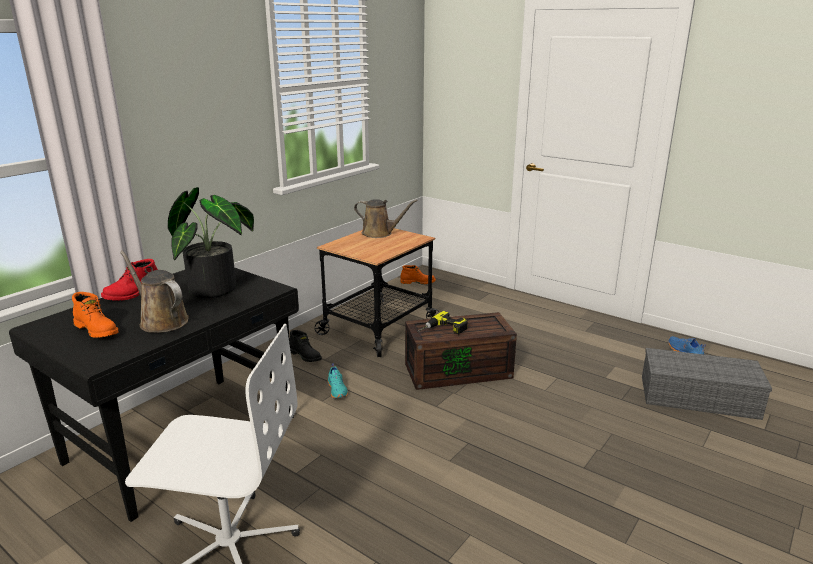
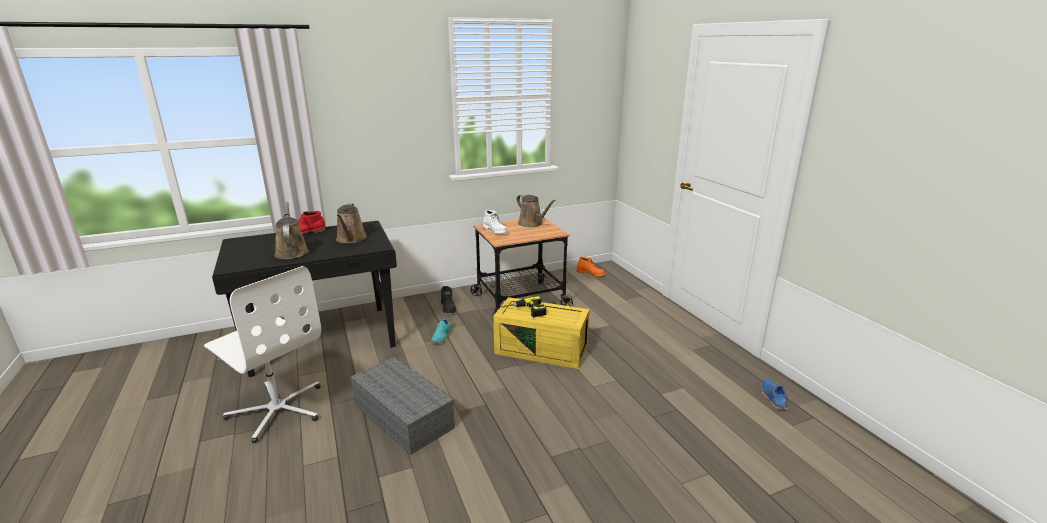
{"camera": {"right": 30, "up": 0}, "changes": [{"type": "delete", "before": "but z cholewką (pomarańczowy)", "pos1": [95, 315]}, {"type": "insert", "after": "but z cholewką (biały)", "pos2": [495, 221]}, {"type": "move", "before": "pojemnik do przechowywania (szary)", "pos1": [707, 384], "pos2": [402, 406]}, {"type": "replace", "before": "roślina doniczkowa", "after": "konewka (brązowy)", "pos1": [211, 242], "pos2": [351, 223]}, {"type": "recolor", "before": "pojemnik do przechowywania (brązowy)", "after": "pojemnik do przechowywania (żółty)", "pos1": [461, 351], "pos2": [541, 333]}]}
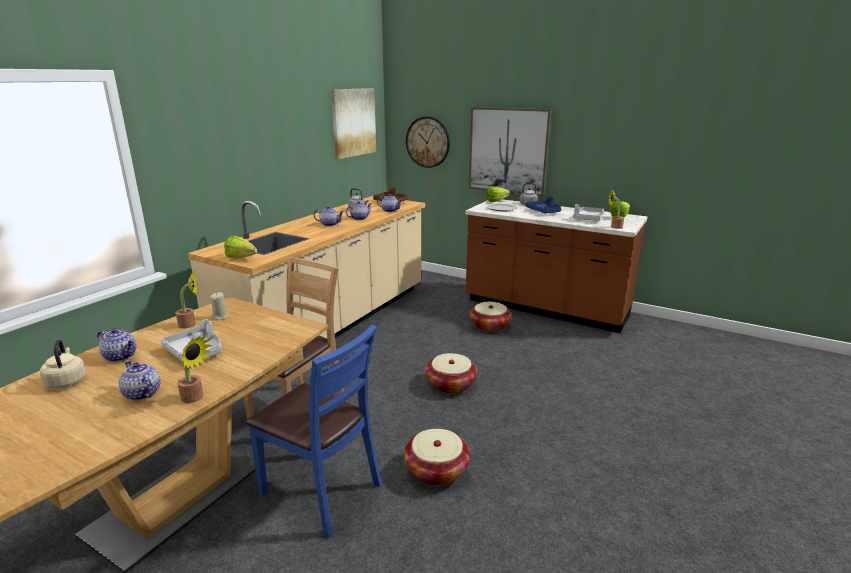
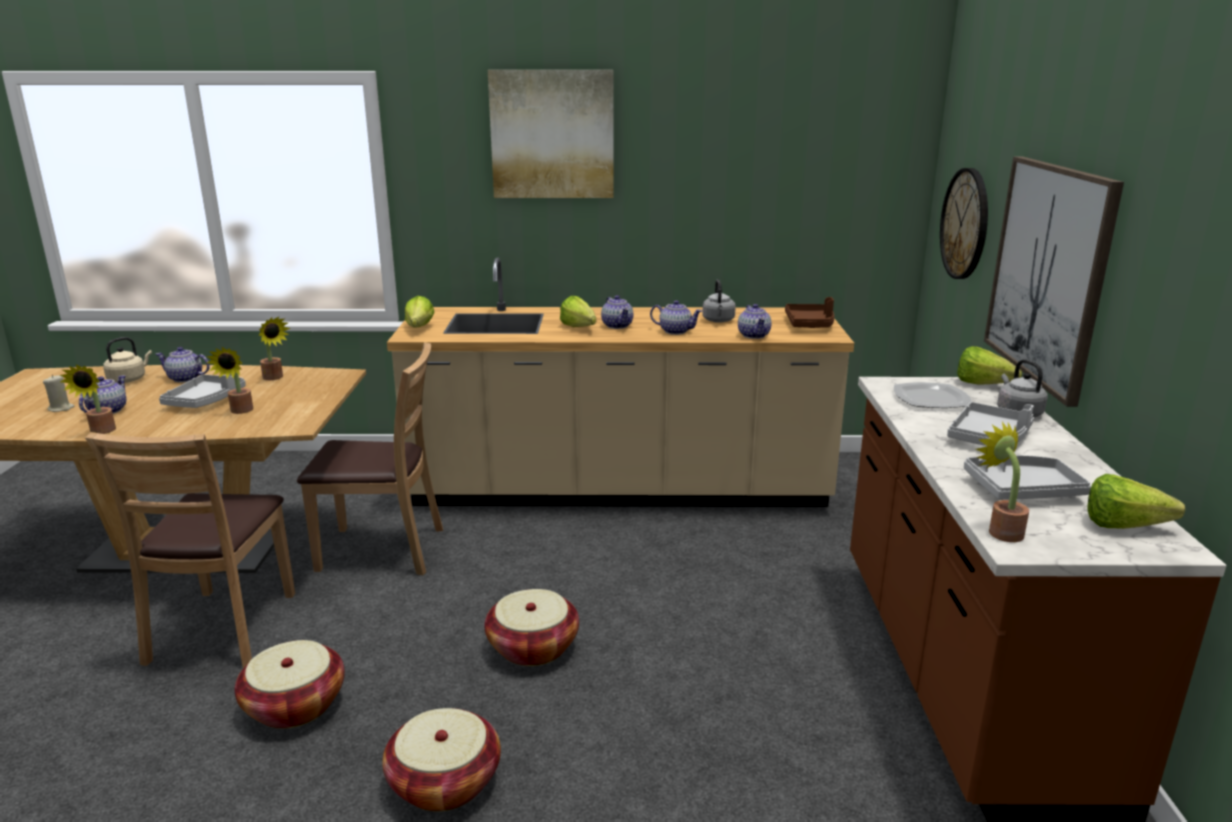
{"camera": {"right": 60, "up": 0}, "changes": [{"type": "insert", "after": "roślina doniczkowa", "pos2": [230, 380]}, {"type": "insert", "after": "sałata", "pos2": [578, 311]}, {"type": "move", "before": "świeca (beżowy)", "pos1": [219, 306], "pos2": [58, 393]}, {"type": "move", "before": "obraz", "pos1": [353, 123], "pos2": [551, 134]}, {"type": "move", "before": "koszyk", "pos1": [491, 317], "pos2": [441, 760]}, {"type": "recolor", "before": "krzesło (niebieski)", "after": "krzesło (brązowy)", "pos1": [314, 431], "pos2": [190, 550]}, {"type": "recolor", "before": "taca (niebieski)", "after": "taca (szary)", "pos1": [543, 204], "pos2": [990, 424]}, {"type": "rotate", "before": "imbryk", "pos1": [117, 345], "pos2": [182, 364], "turn": 105}]}
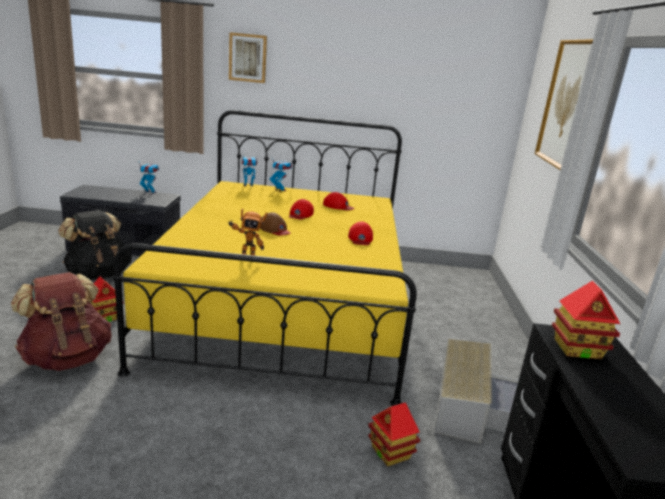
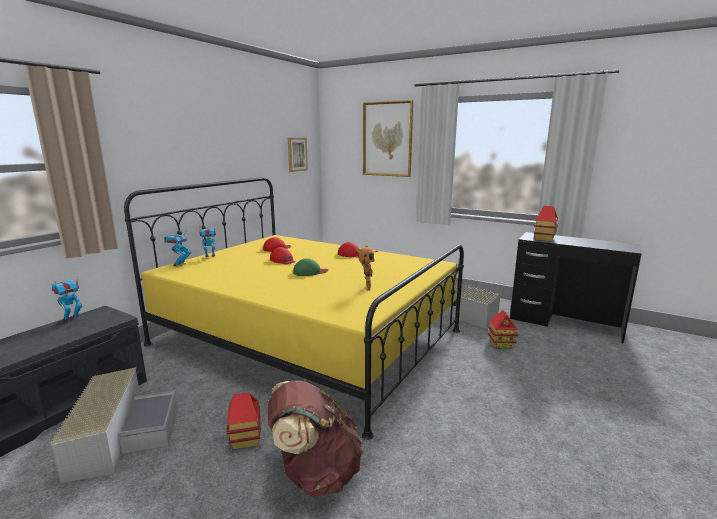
{"camera": {"right": -60, "up": -5}, "changes": [{"type": "move", "before": "obraz", "pos1": [248, 57], "pos2": [298, 155]}, {"type": "replace", "before": "plecak (czarny)", "after": "pojemnik do przechowywania (szary)", "pos1": [95, 245], "pos2": [113, 425]}, {"type": "recolor", "before": "czapka z daszkiem (brązowy)", "after": "czapka z daszkiem (zielony)", "pos1": [275, 224], "pos2": [310, 267]}]}
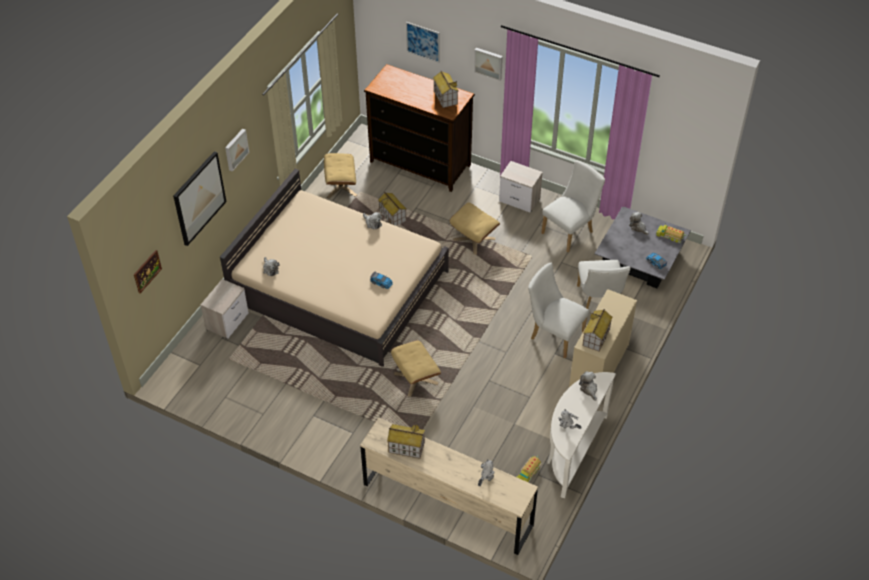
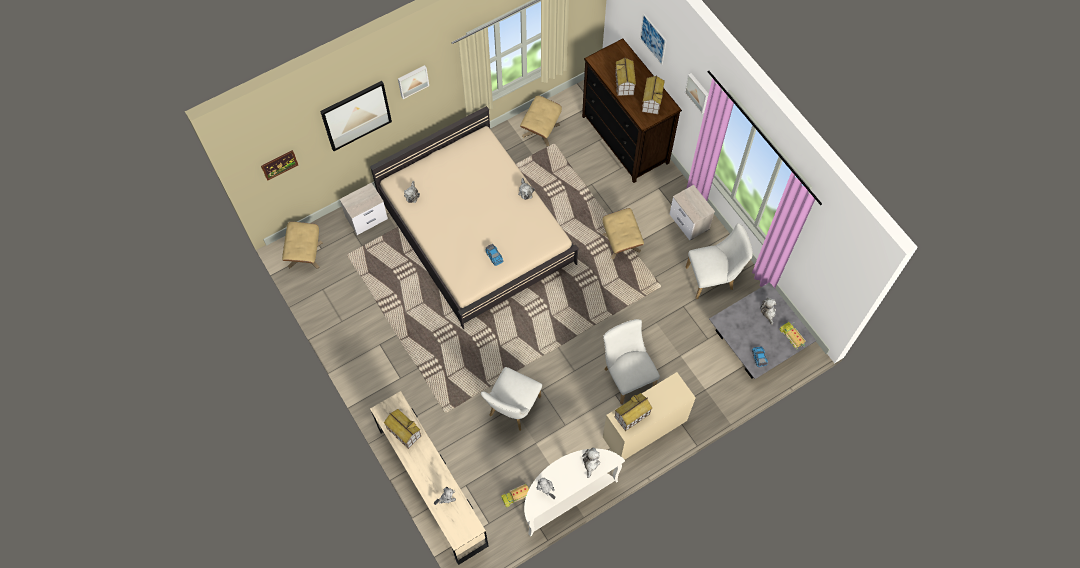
{"camera": {"right": 30, "up": 15}, "changes": [{"type": "move", "before": "domek", "pos1": [392, 209], "pos2": [625, 76]}, {"type": "move", "before": "pufa (beżowy)", "pos1": [416, 368], "pos2": [302, 245]}, {"type": "move", "before": "krzesło (biały)", "pos1": [604, 284], "pos2": [511, 399]}]}
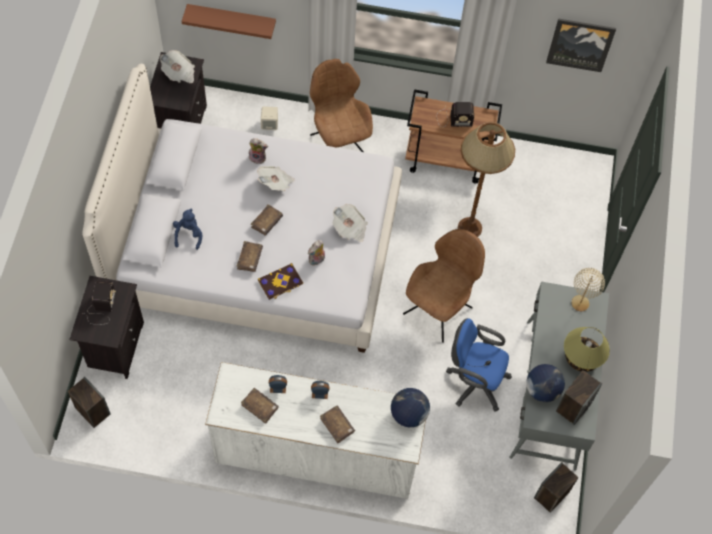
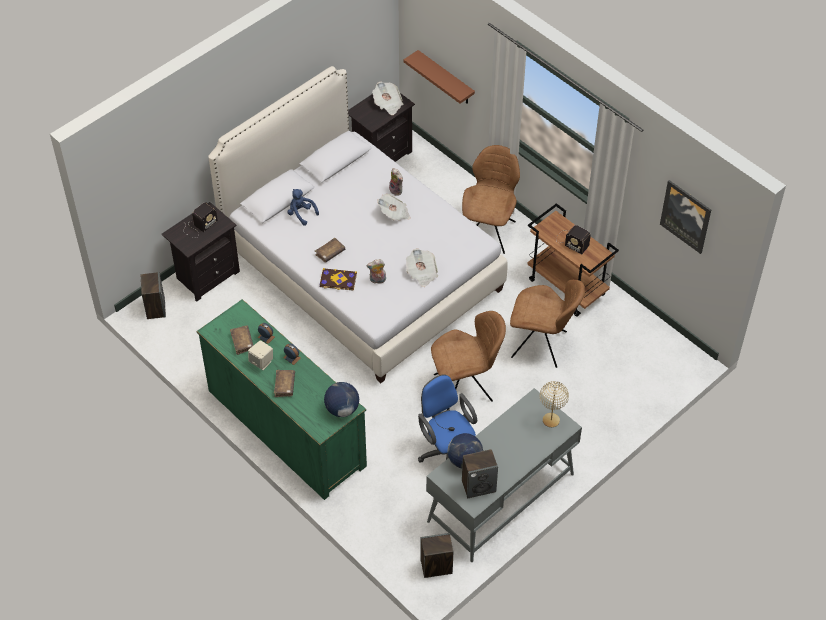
{"camera": {"right": 40, "up": -10}, "changes": [{"type": "delete", "before": "książka (brązowy)", "pos1": [266, 220]}, {"type": "delete", "before": "lampa stołowa", "pos1": [587, 349]}, {"type": "move", "before": "głośnik (beżowy)", "pos1": [269, 118], "pos2": [260, 355]}, {"type": "replace", "before": "lampa stojąca (brązowy)", "after": "krzesło (brązowy)", "pos1": [486, 179], "pos2": [547, 324]}, {"type": "recolor", "before": "komoda (biały)", "after": "komoda (zielony)", "pos1": [315, 430], "pos2": [281, 399]}, {"type": "rotate", "before": "pluszak (niebieski)", "pos1": [187, 229], "pos2": [303, 207], "turn": -90}]}
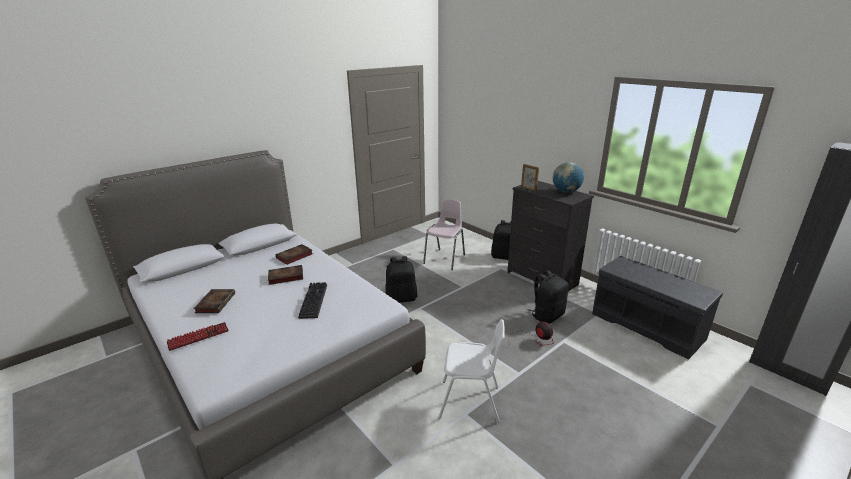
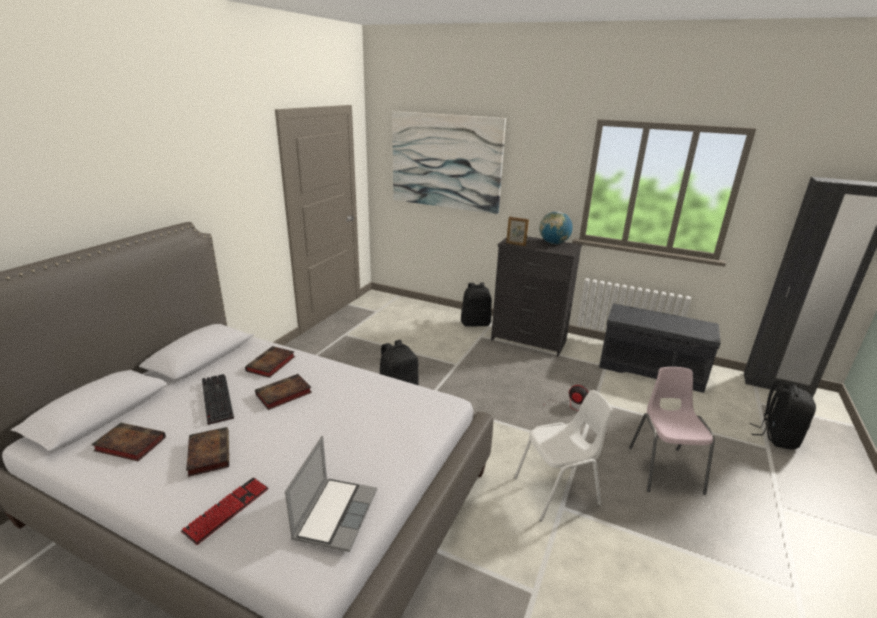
{"camera": {"right": -25, "up": 0}, "changes": [{"type": "insert", "after": "książka", "pos2": [128, 442]}, {"type": "insert", "after": "laptop", "pos2": [331, 494]}, {"type": "insert", "after": "obraz", "pos2": [449, 162]}, {"type": "move", "before": "klawiatura", "pos1": [312, 300], "pos2": [218, 399]}, {"type": "move", "before": "krzesło (różowy)", "pos1": [444, 234], "pos2": [672, 431]}, {"type": "move", "before": "plecak (czarny)", "pos1": [548, 296], "pos2": [783, 414]}]}
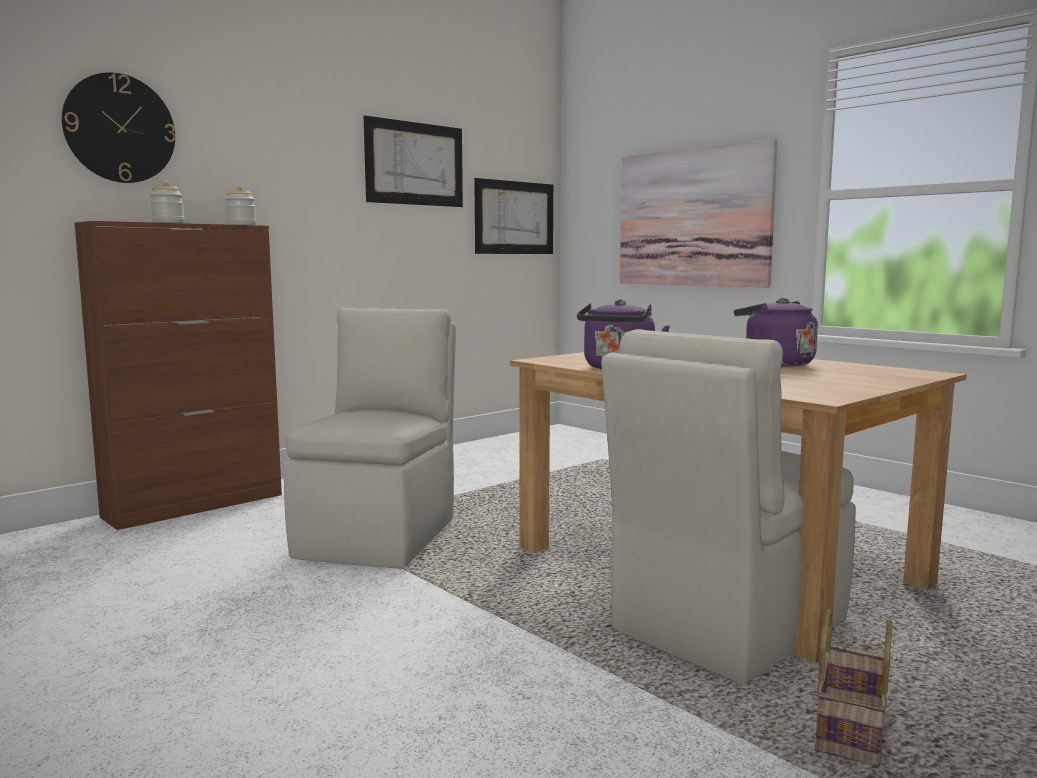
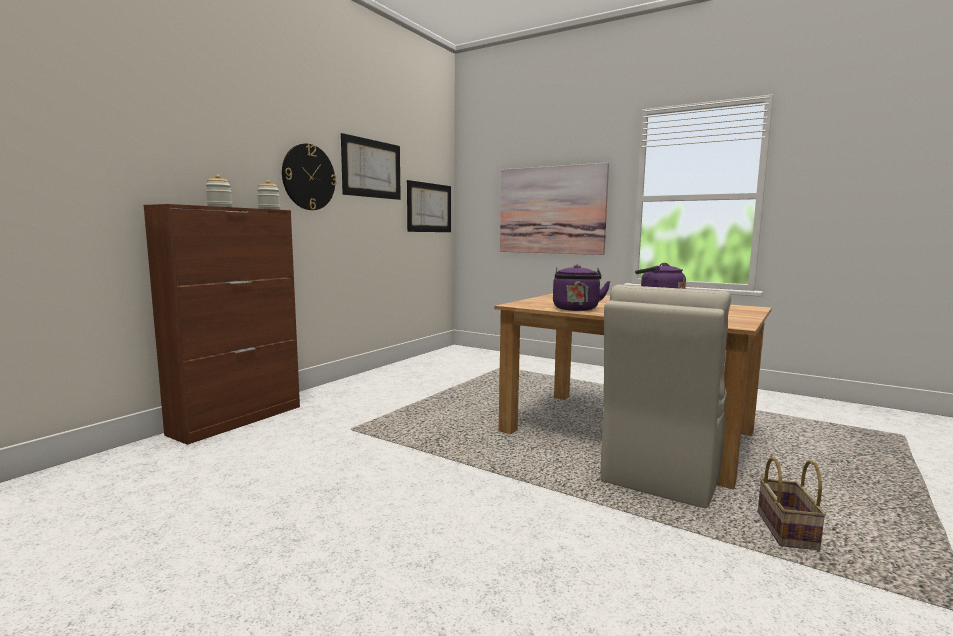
{"camera": {"right": -15, "up": 0}, "changes": [{"type": "delete", "before": "krzesło (beżowy)", "pos1": [370, 438]}, {"type": "move", "before": "zegar ścienny", "pos1": [119, 127], "pos2": [309, 177]}]}
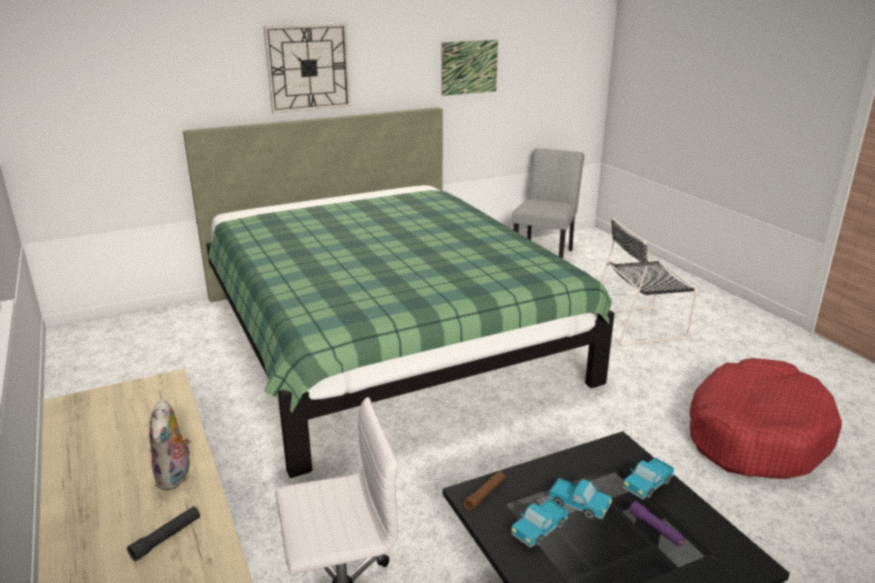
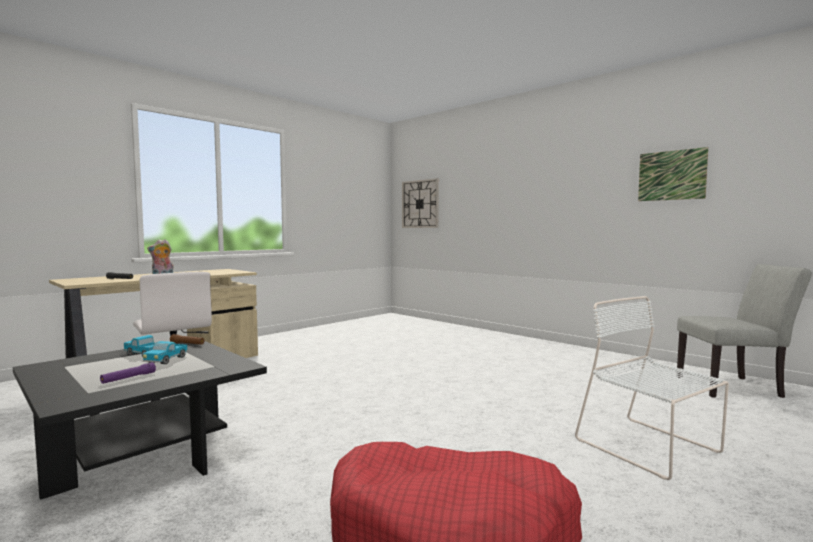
{"camera": {"right": 70, "up": -20}, "changes": [{"type": "delete", "before": "łóżko (zielony)", "pos1": [399, 292]}, {"type": "delete", "before": "ciężarówka zabawkowa", "pos1": [648, 479]}, {"type": "move", "before": "zegar ścienny", "pos1": [307, 68], "pos2": [420, 203]}, {"type": "recolor", "before": "krzesło (czarny)", "after": "krzesło (biały)", "pos1": [648, 281], "pos2": [652, 388]}]}
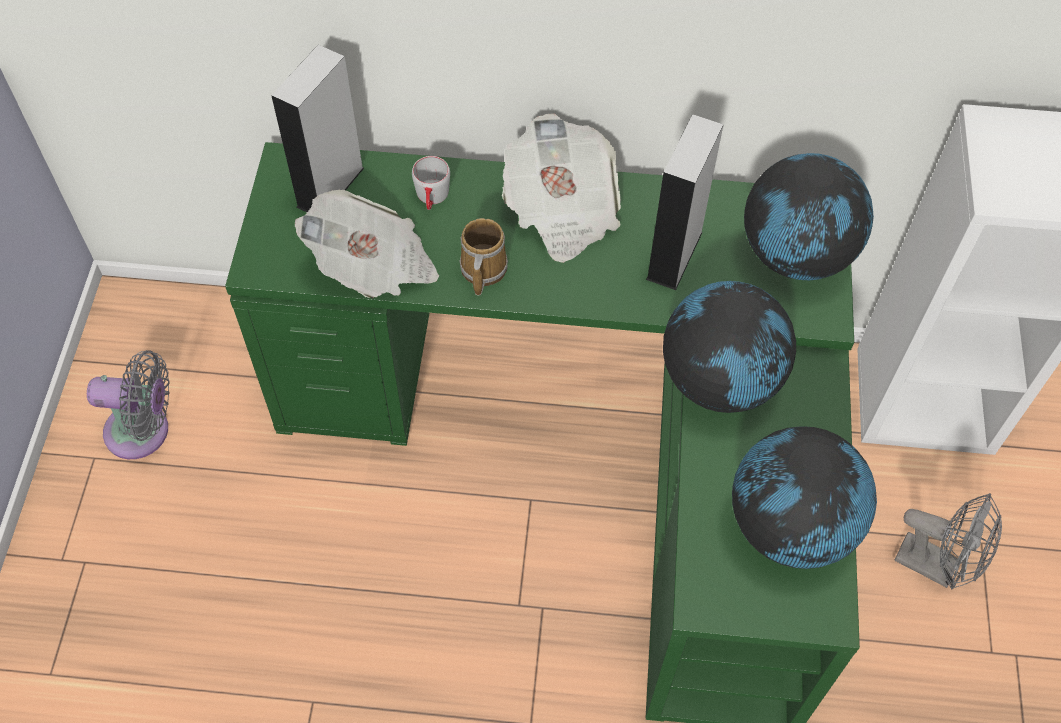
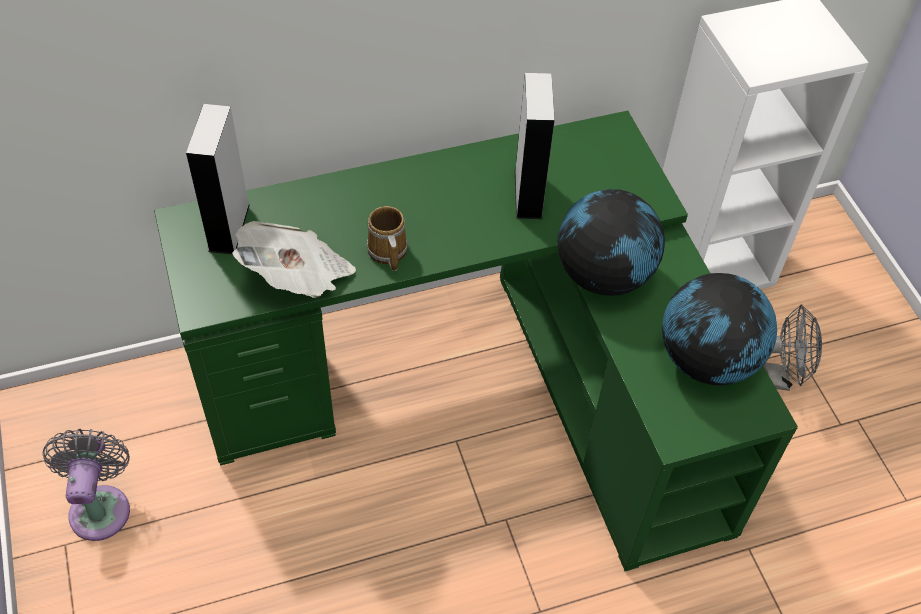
{"camera": {"right": -25, "up": -5}, "changes": [{"type": "delete", "before": "kubek (szary)", "pos1": [431, 183]}, {"type": "delete", "before": "gazeta", "pos1": [561, 188]}, {"type": "delete", "before": "globus", "pos1": [809, 216]}, {"type": "rotate", "before": "wentylator (szary)", "pos1": [128, 404], "pos2": [86, 485], "turn": -75}]}
